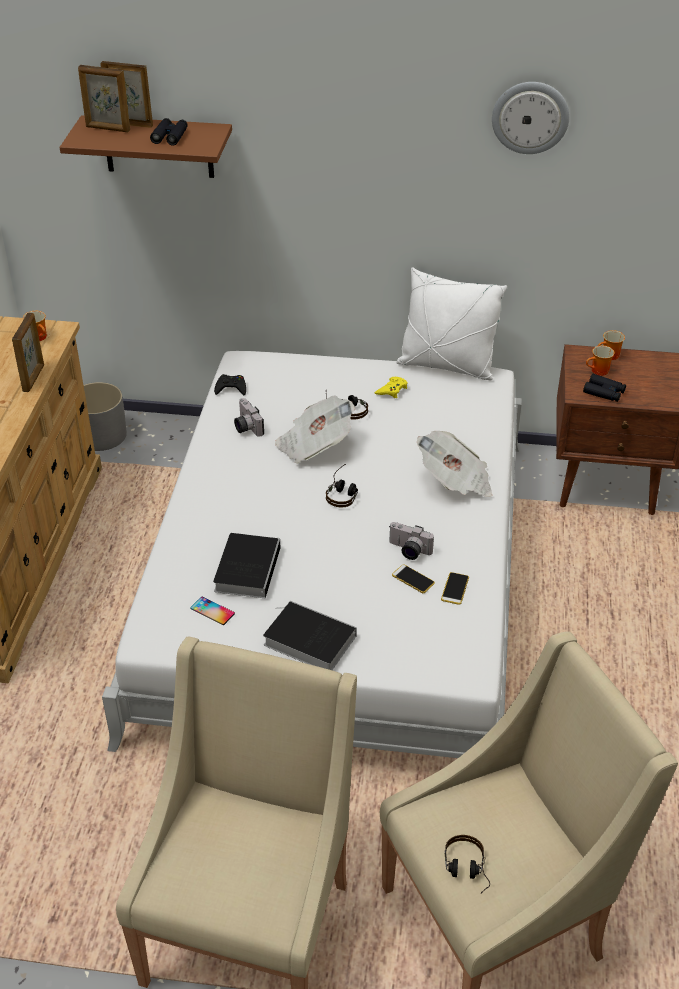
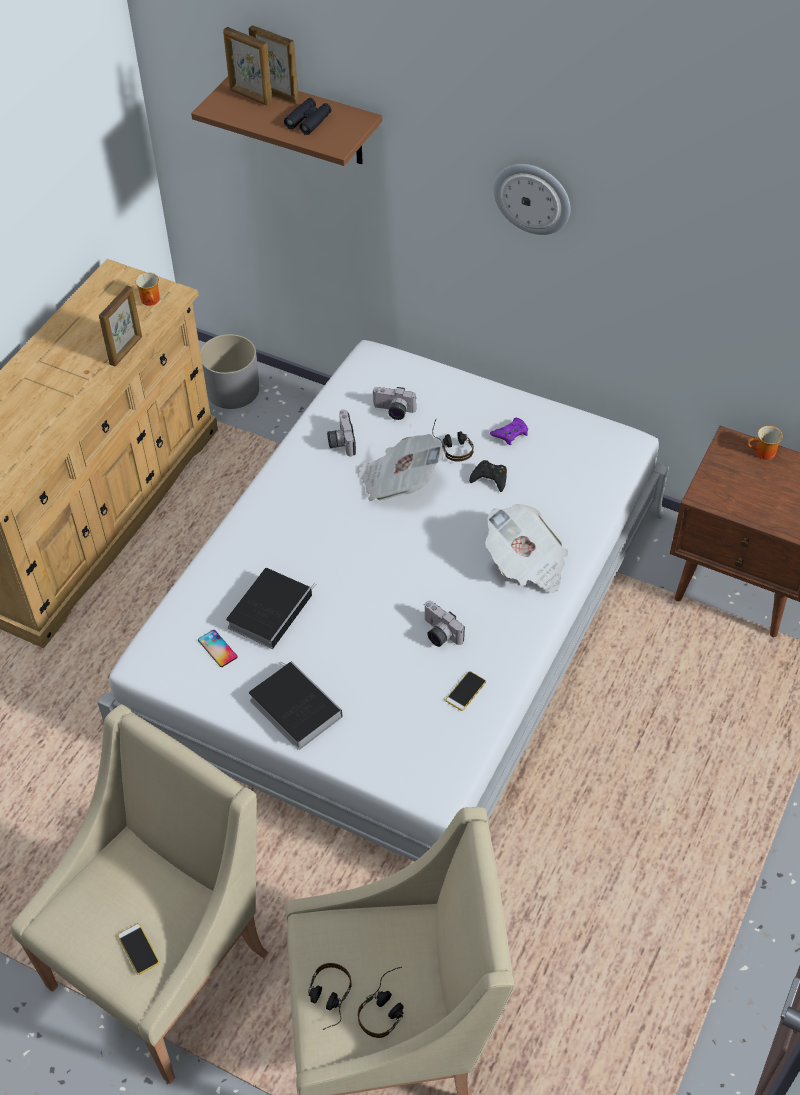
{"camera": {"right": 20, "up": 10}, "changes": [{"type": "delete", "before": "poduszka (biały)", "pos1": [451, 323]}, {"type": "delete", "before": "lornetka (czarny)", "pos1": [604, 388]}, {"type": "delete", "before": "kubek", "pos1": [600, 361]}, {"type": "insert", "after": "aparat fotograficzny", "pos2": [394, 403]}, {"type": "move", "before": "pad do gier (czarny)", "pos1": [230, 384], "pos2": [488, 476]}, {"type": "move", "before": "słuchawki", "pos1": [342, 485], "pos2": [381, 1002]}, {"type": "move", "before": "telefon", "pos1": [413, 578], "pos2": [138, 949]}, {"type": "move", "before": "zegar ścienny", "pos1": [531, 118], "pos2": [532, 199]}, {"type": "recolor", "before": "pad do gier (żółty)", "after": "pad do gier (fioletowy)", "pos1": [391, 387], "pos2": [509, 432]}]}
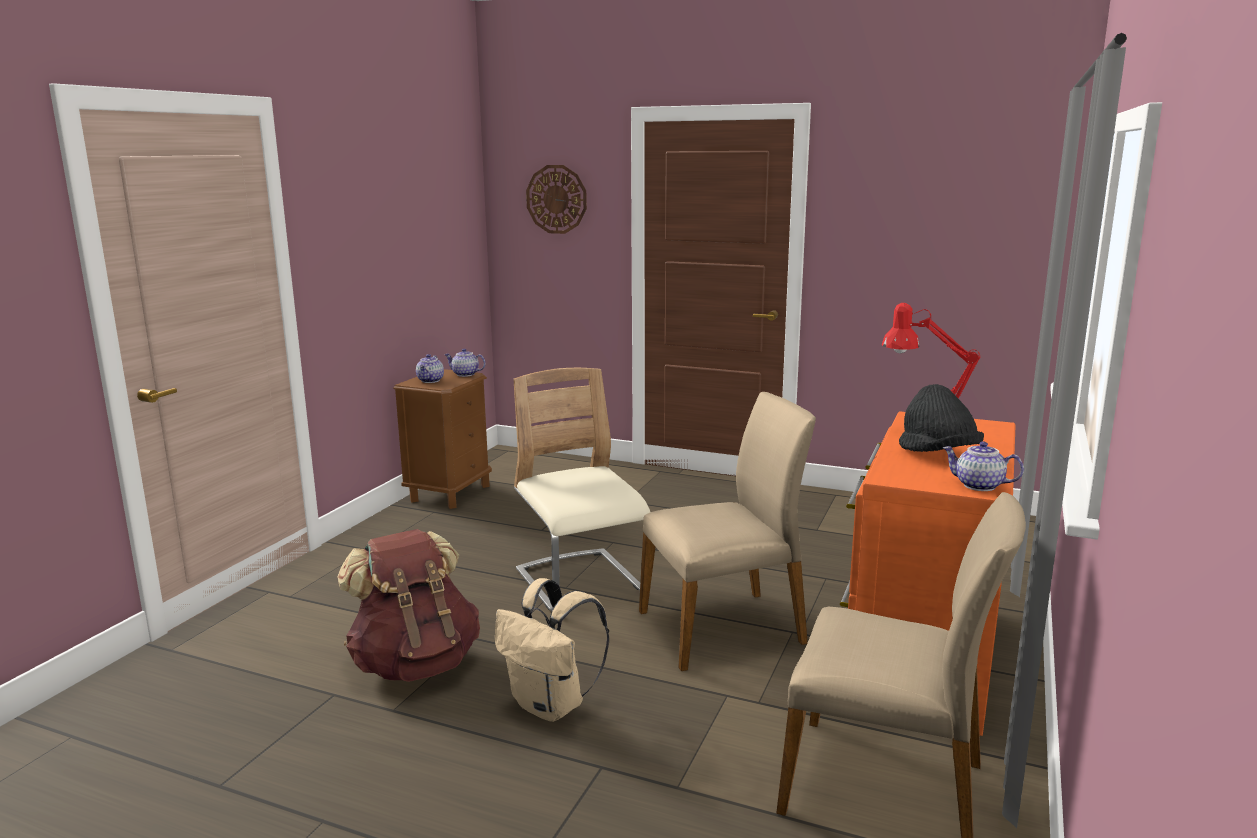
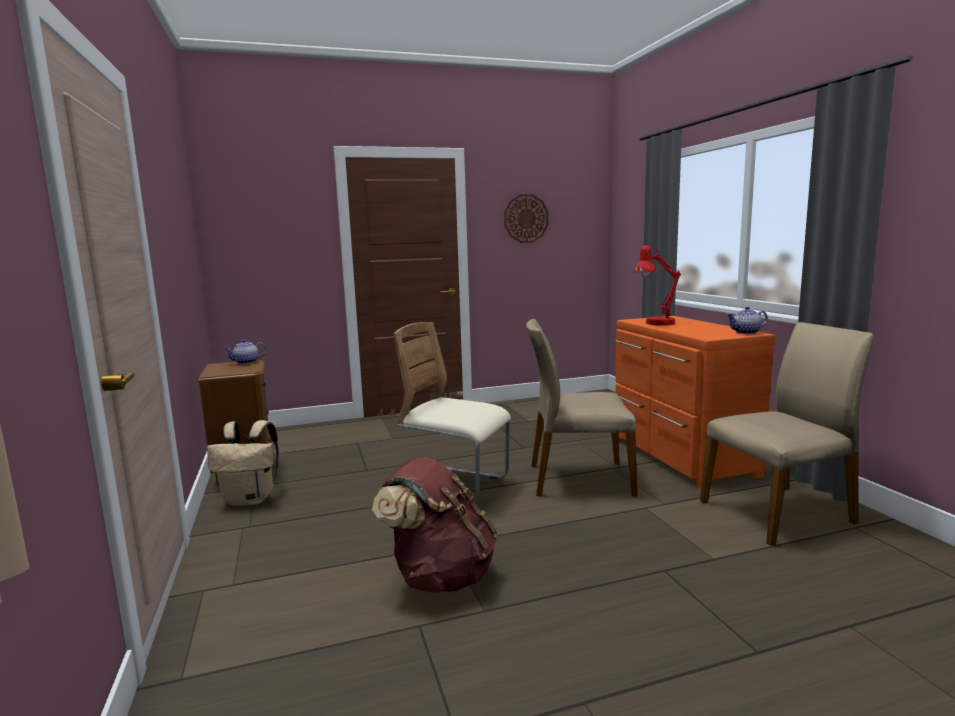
{"camera": {"right": -40, "up": -5}, "changes": [{"type": "delete", "before": "imbryk", "pos1": [430, 368]}, {"type": "delete", "before": "kapelusz (czarny)", "pos1": [941, 418]}, {"type": "move", "before": "plecak (beżowy)", "pos1": [552, 650], "pos2": [243, 463]}, {"type": "move", "before": "zegar ścienny", "pos1": [556, 199], "pos2": [526, 218]}, {"type": "rotate", "before": "krzesło (beżowy)", "pos1": [727, 531], "pos2": [581, 408], "turn": -120}]}
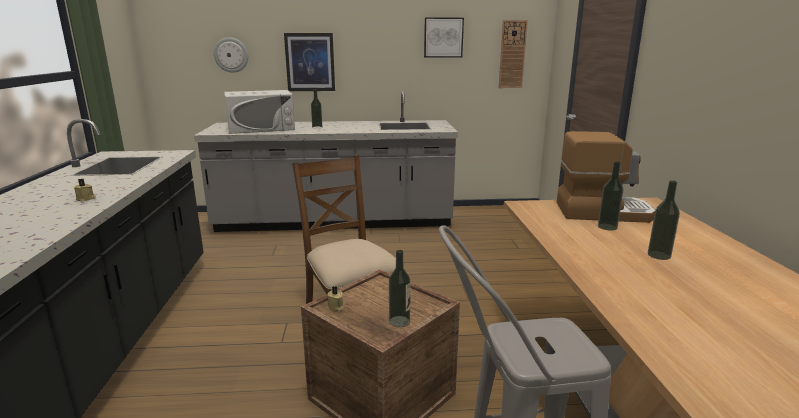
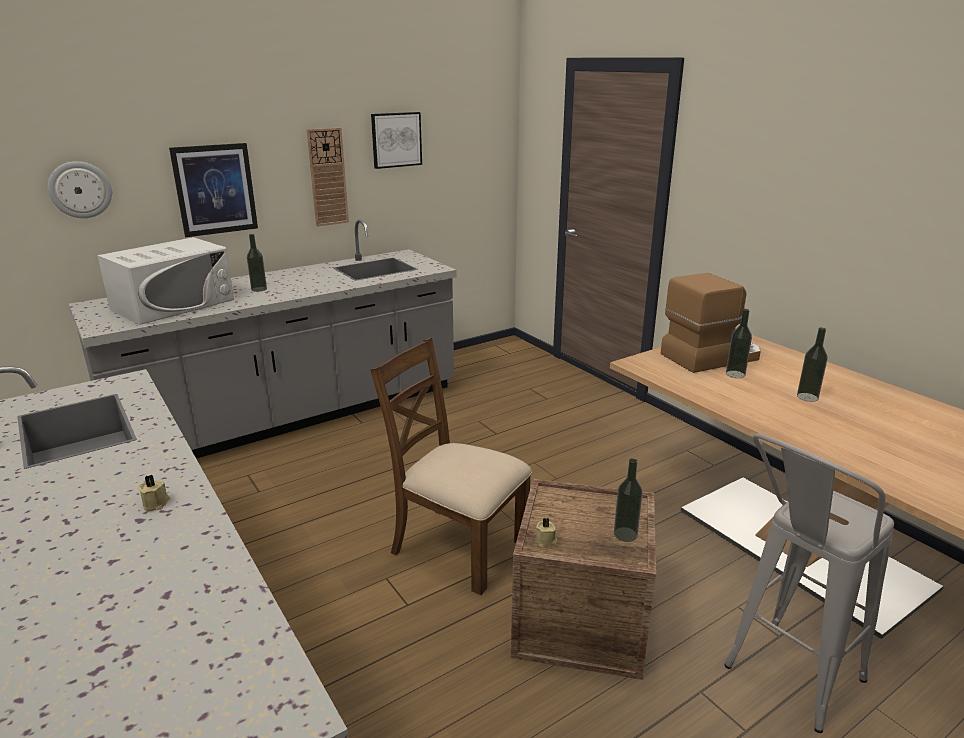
{"camera": {"right": -30, "up": 5}, "changes": [{"type": "move", "before": "zegar ścienny", "pos1": [513, 54], "pos2": [328, 176]}]}
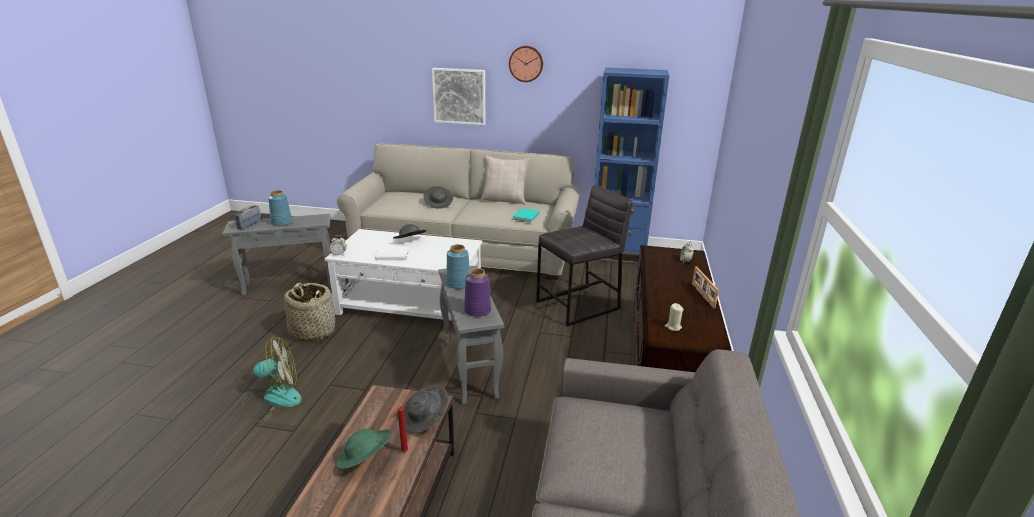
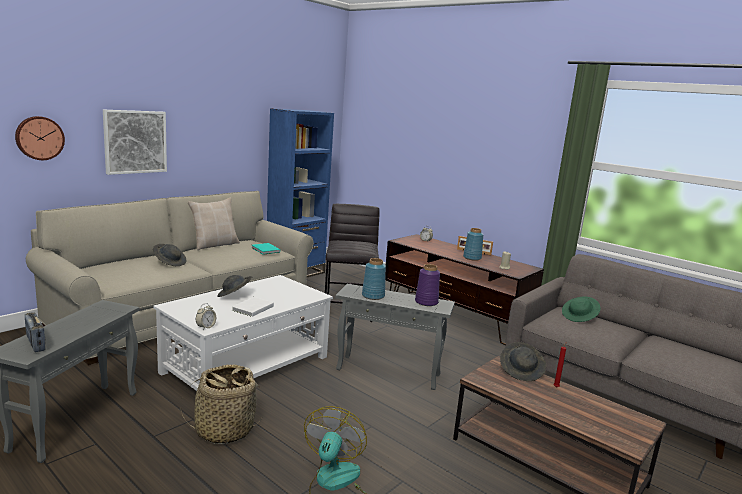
{"camera": {"right": -60, "up": -10}, "changes": [{"type": "move", "before": "wazon (niebieski)", "pos1": [280, 208], "pos2": [473, 244]}, {"type": "move", "before": "kapelusz (zielony)", "pos1": [364, 449], "pos2": [581, 309]}, {"type": "move", "before": "zegar ścienny", "pos1": [526, 64], "pos2": [40, 138]}]}
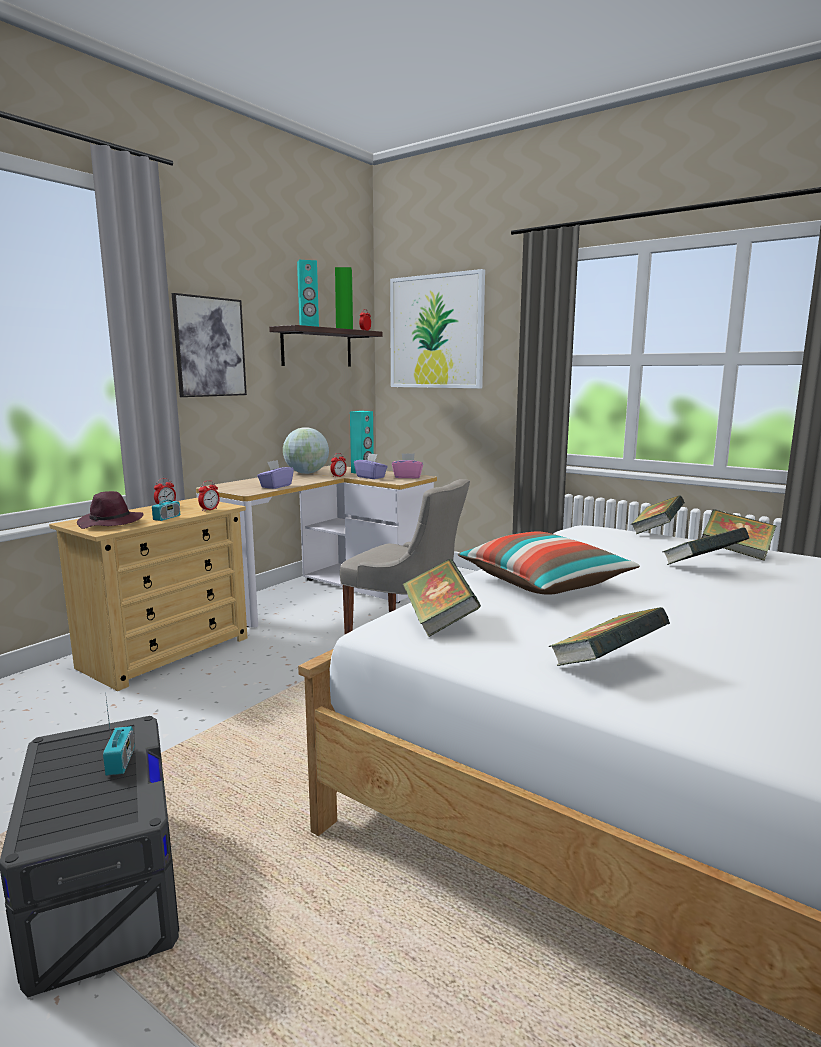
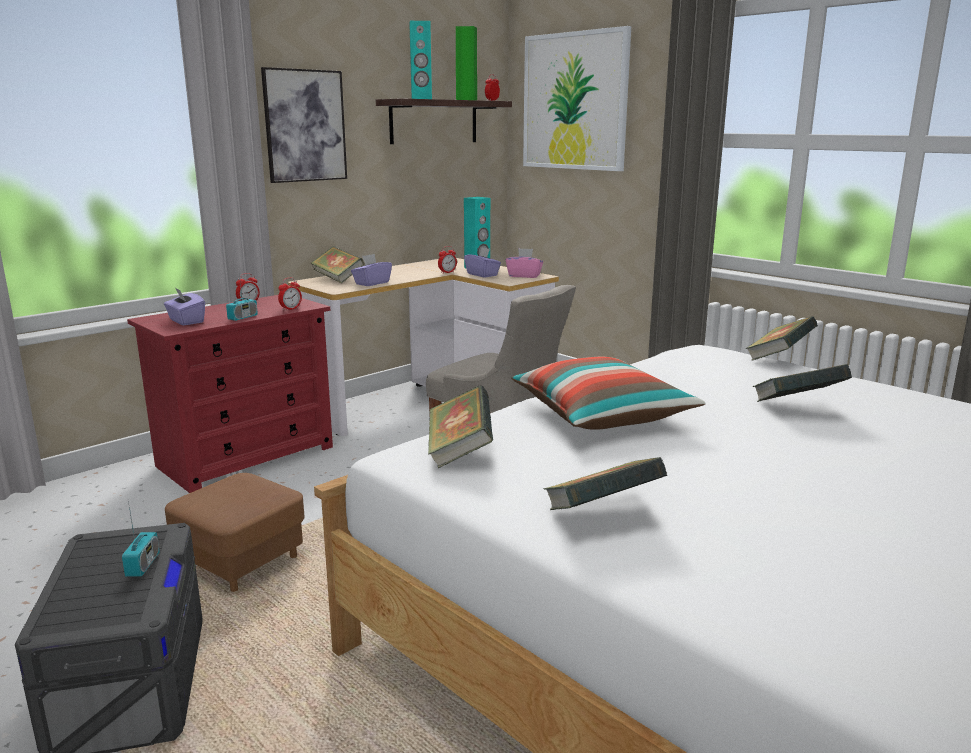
{"camera": {"right": 10, "up": 5}, "changes": [{"type": "delete", "before": "globus", "pos1": [306, 450]}, {"type": "insert", "after": "pufa (brązowy)", "pos2": [234, 532]}, {"type": "move", "before": "książka", "pos1": [739, 535], "pos2": [337, 264]}, {"type": "replace", "before": "kapelusz (fioletowy)", "after": "pudełko chusteczek (fioletowy)", "pos1": [110, 510], "pos2": [184, 307]}, {"type": "recolor", "before": "komoda (beżowy)", "after": "komoda (czerwony)", "pos1": [148, 594], "pos2": [230, 394]}]}
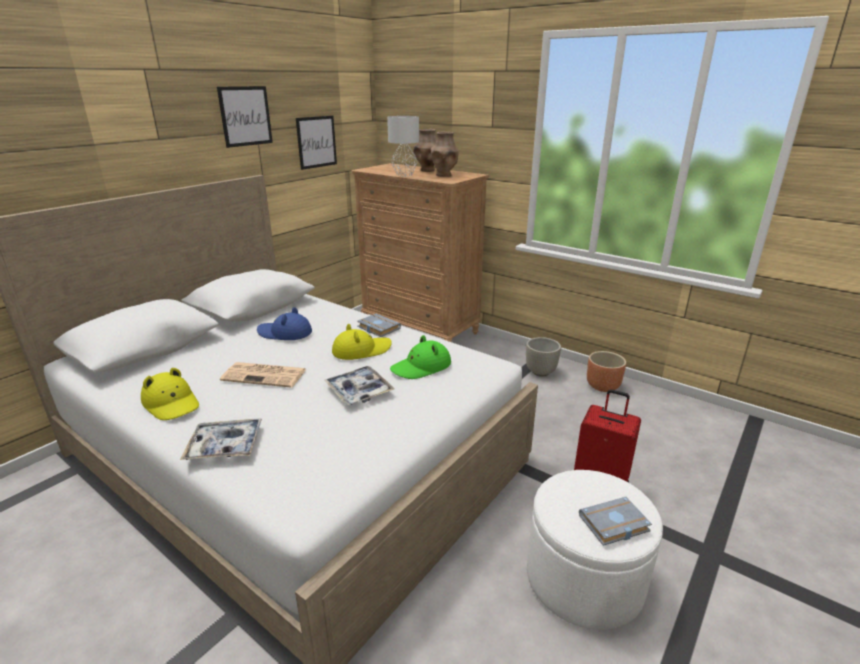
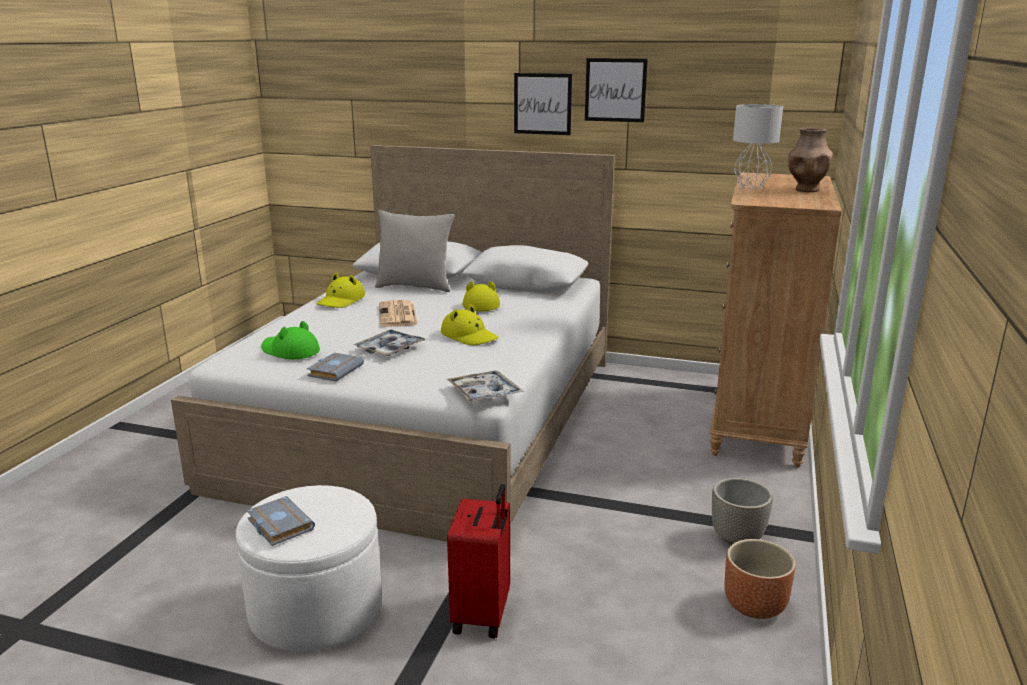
{"camera": {"right": 70, "up": -5}, "changes": [{"type": "delete", "before": "wazon (brązowy)", "pos1": [445, 154]}, {"type": "insert", "after": "poduszka (szary)", "pos2": [415, 251]}, {"type": "move", "before": "taca", "pos1": [221, 439], "pos2": [485, 386]}, {"type": "move", "before": "obraz", "pos1": [316, 143], "pos2": [543, 104]}, {"type": "move", "before": "książka (szary)", "pos1": [379, 325], "pos2": [335, 367]}, {"type": "move", "before": "kapelusz (zielony)", "pos1": [420, 357], "pos2": [290, 340]}, {"type": "recolor", "before": "kapelusz (niebieski)", "after": "kapelusz (żółty)", "pos1": [284, 323], "pos2": [481, 296]}]}
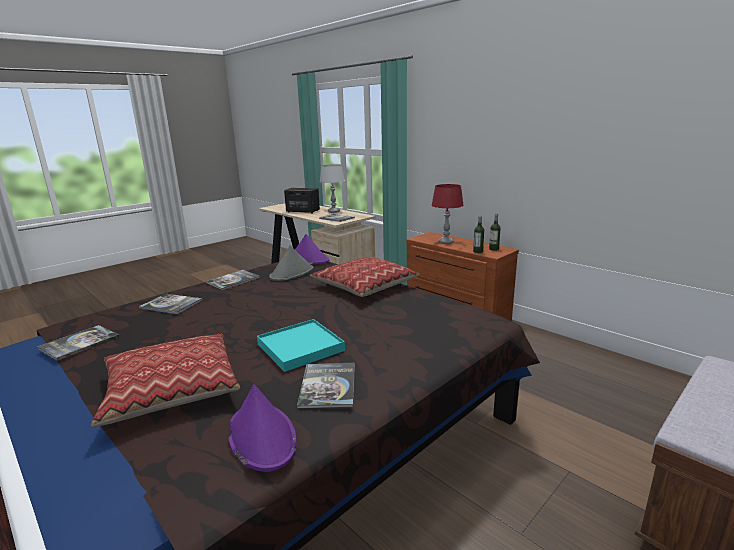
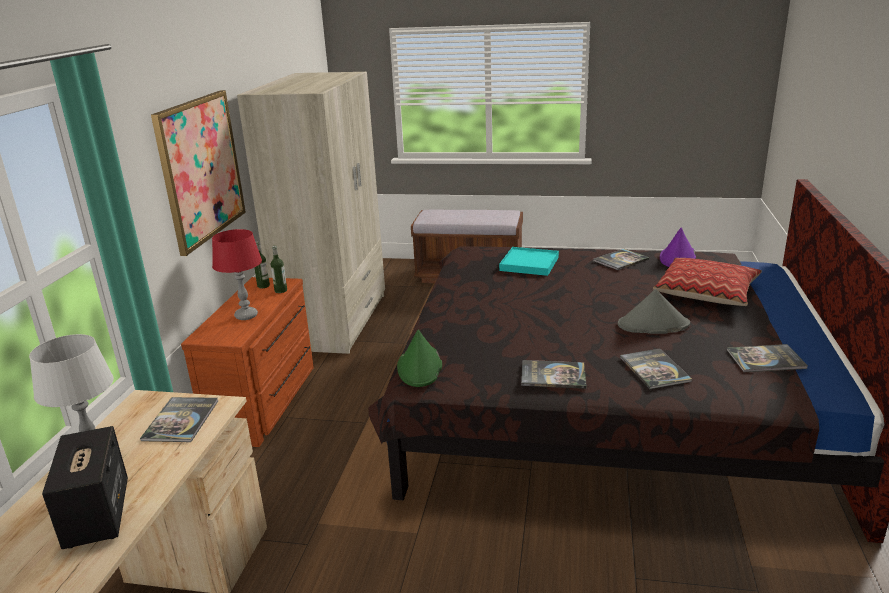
{"camera": {"right": -125, "up": 5}, "changes": [{"type": "delete", "before": "poduszka", "pos1": [365, 277]}, {"type": "insert", "after": "obraz", "pos2": [198, 173]}, {"type": "insert", "after": "szafa (beżowy)", "pos2": [311, 213]}, {"type": "move", "before": "taca (turkusowy)", "pos1": [301, 345], "pos2": [529, 261]}, {"type": "move", "before": "kapelusz (szary)", "pos1": [291, 263], "pos2": [654, 311]}, {"type": "recolor", "before": "kapelusz (fioletowy)", "after": "kapelusz (zielony)", "pos1": [312, 249], "pos2": [419, 358]}]}
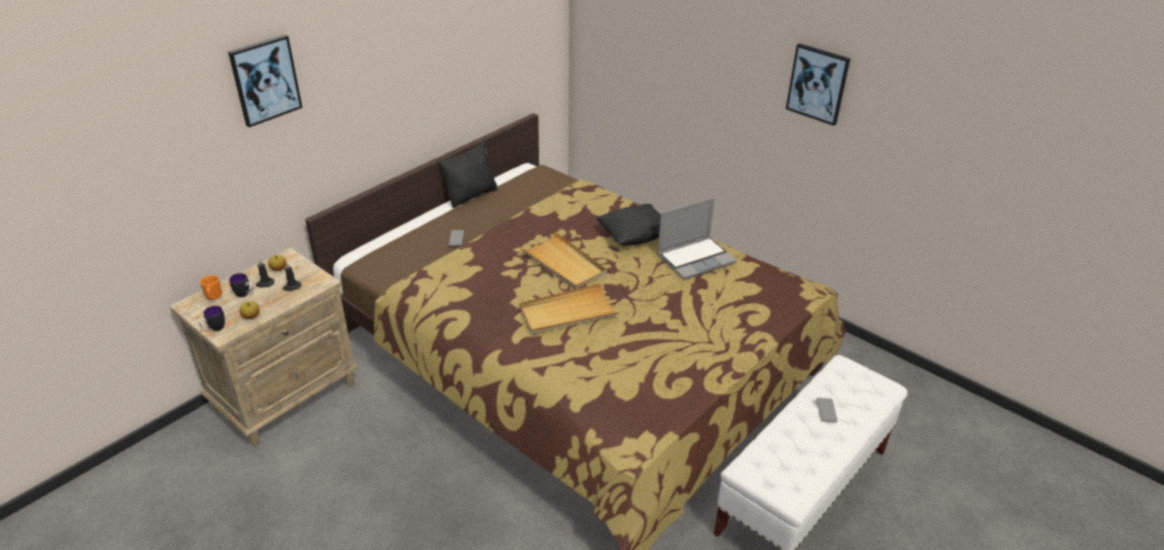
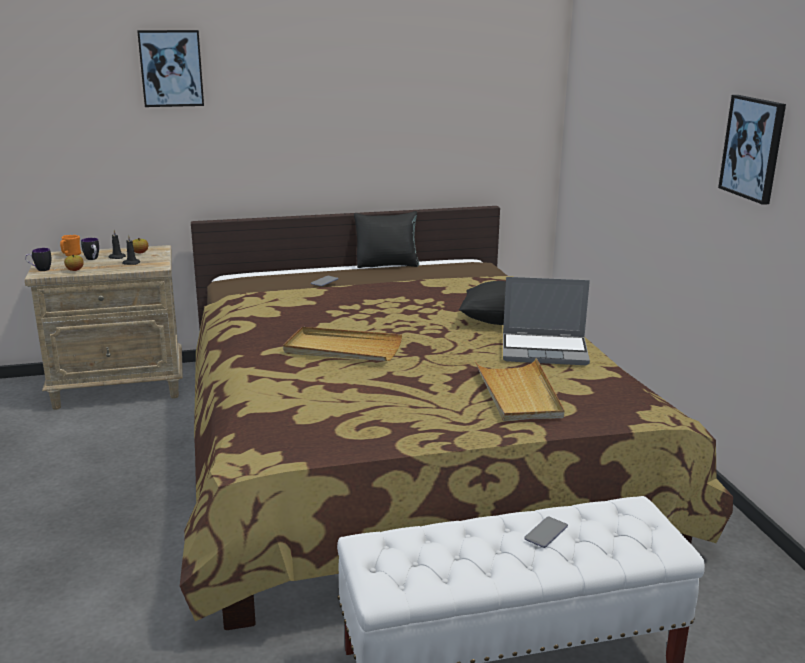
{"camera": {"right": 35, "up": -15}, "changes": [{"type": "move", "before": "taca (beżowy)", "pos1": [564, 260], "pos2": [519, 389]}]}
